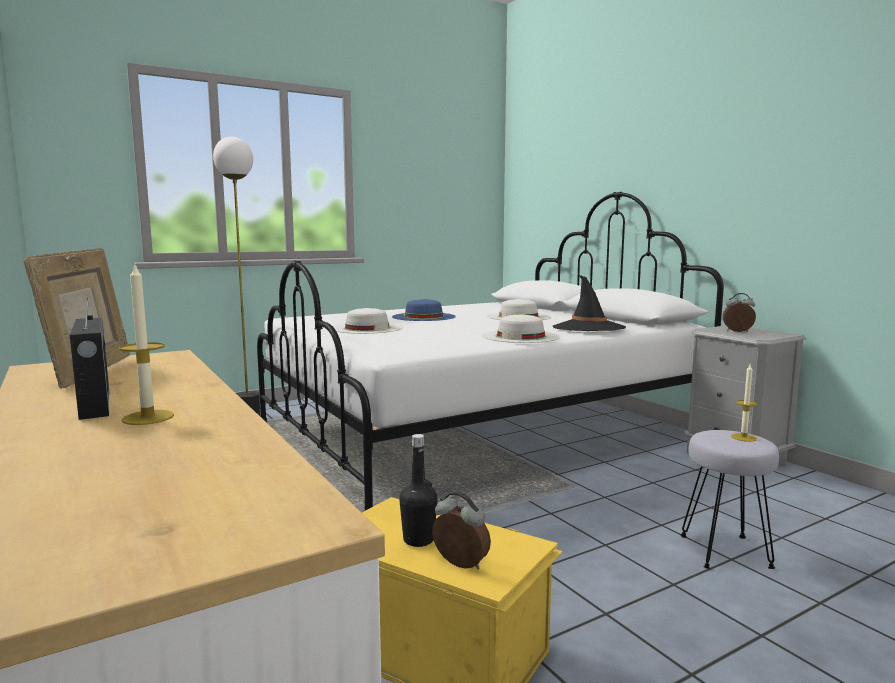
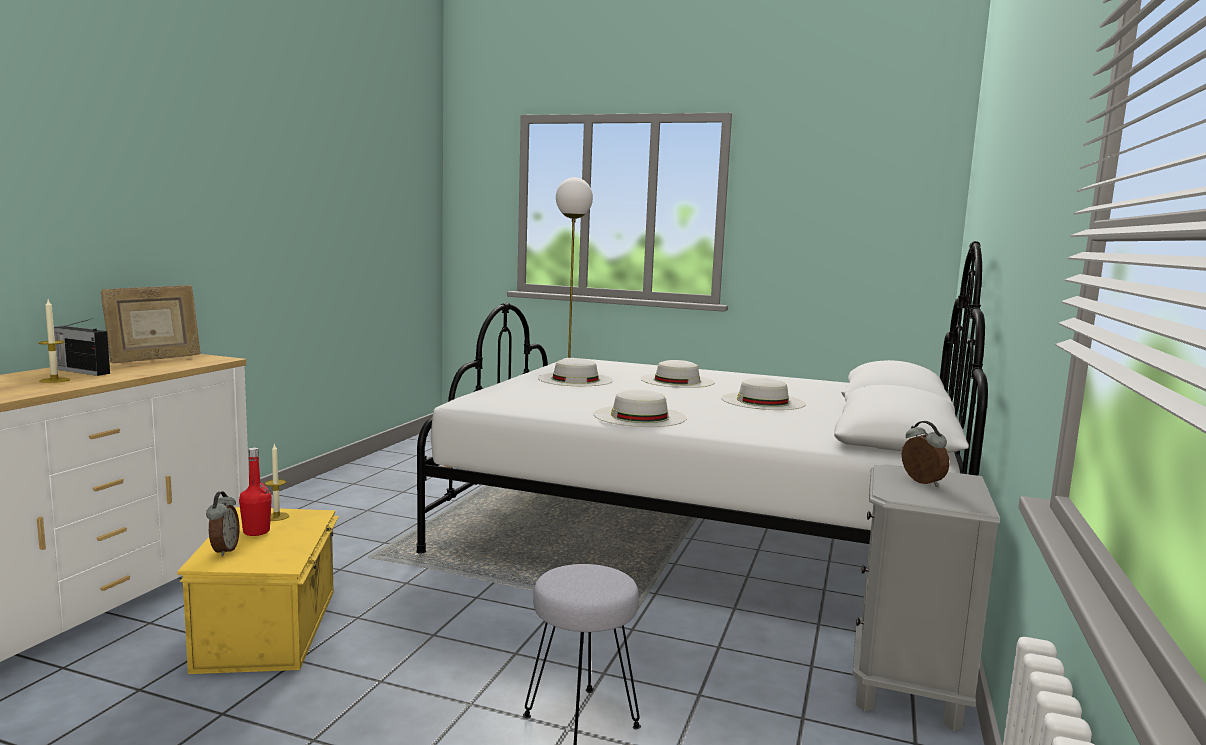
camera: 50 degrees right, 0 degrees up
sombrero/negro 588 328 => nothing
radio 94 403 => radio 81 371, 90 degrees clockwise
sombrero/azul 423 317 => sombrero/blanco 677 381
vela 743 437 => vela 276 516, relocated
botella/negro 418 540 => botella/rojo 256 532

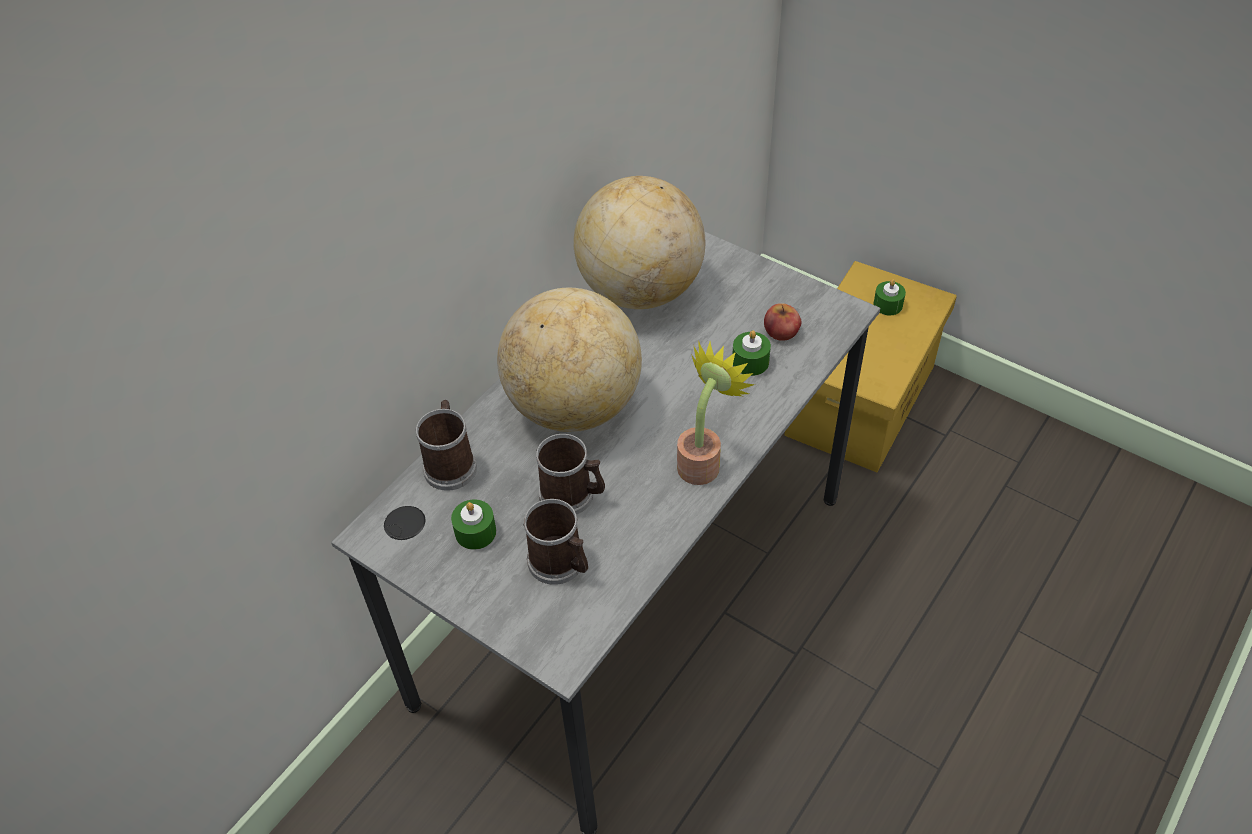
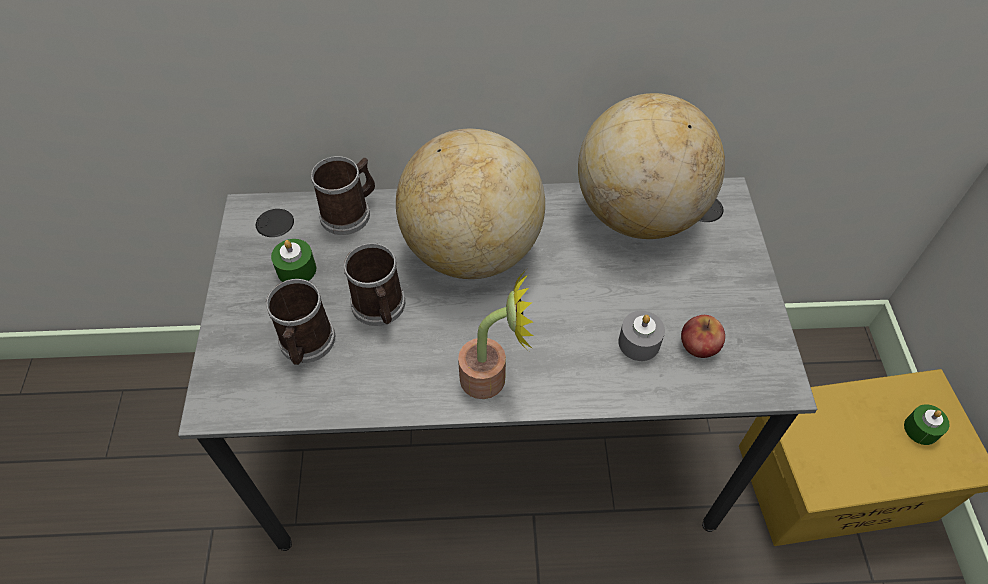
camera: 50 degrees right, 5 degrees up
vela/verde 750 362 => vela/gris 639 343

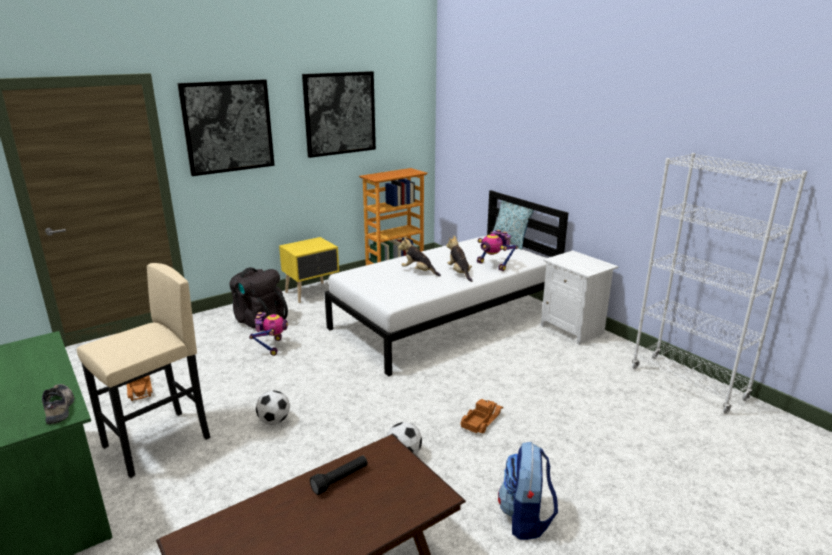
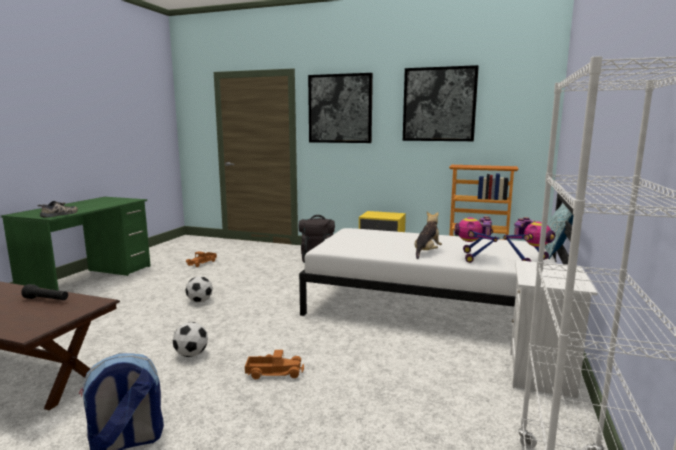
camera: 55 degrees right, 10 degrees down
peluche 418 271 => nothing
taburete/beis 158 443 => nothing
robot de juguete 271 347 => robot de juguete 529 261, relocated

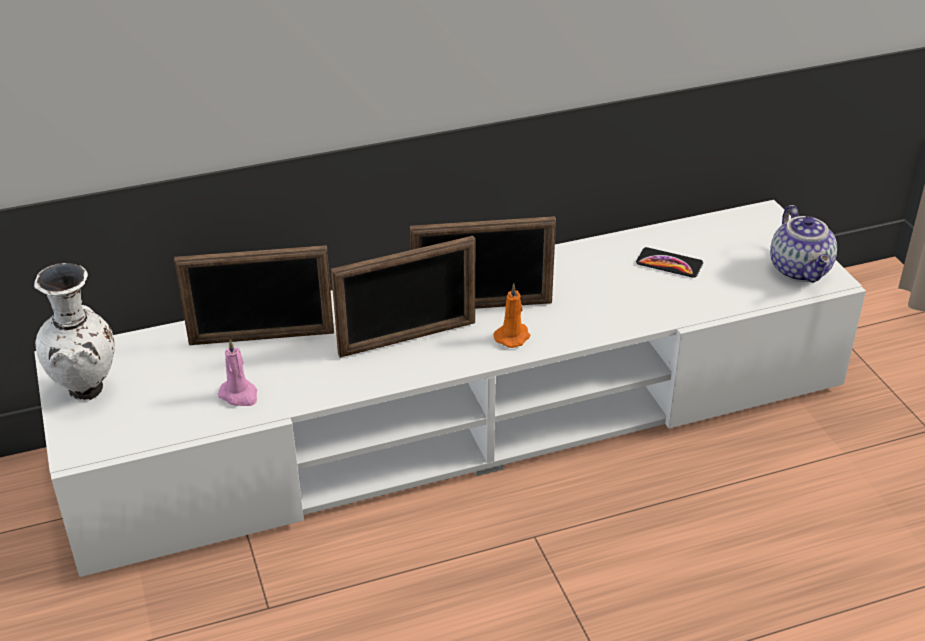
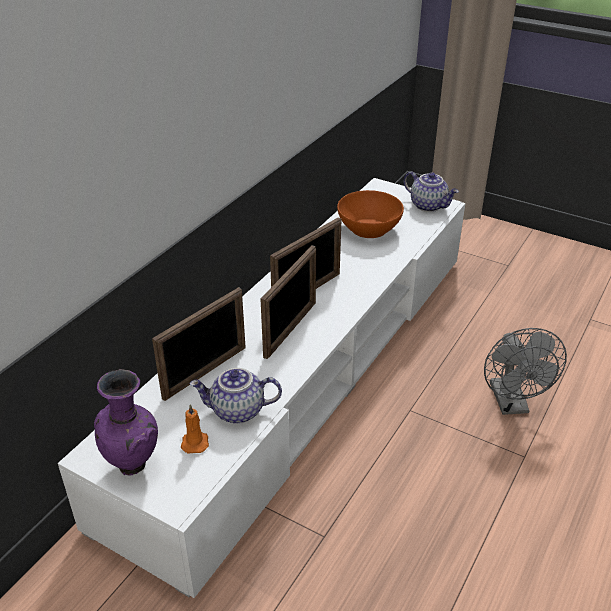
camera: 40 degrees left, 0 degrees up
móvil 669 264 => cuenco/naranja 368 228
florero/blanco 88 391 => florero/morado 134 465
vela/naranja 513 336 => vela/naranja 195 442, relocated
vela/rosa 239 395 => tetera 237 411
nothing => ventilador/gris 511 404

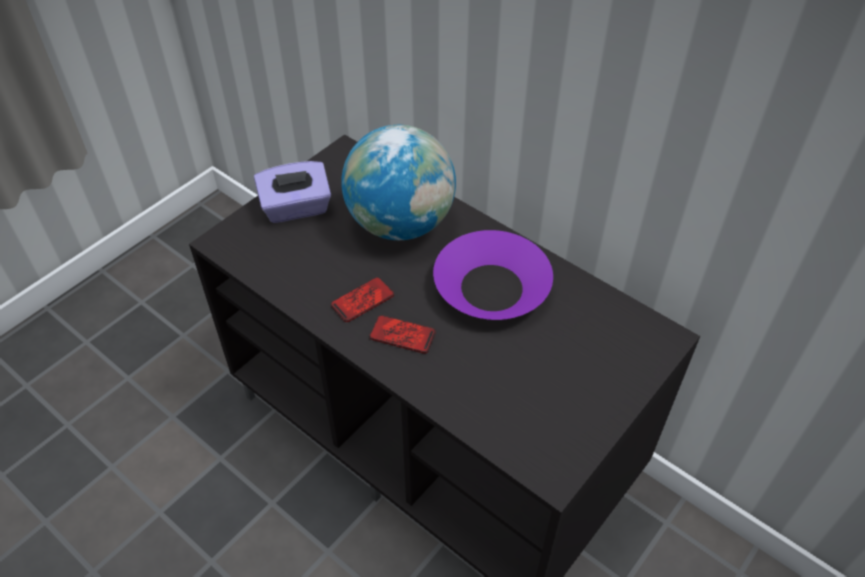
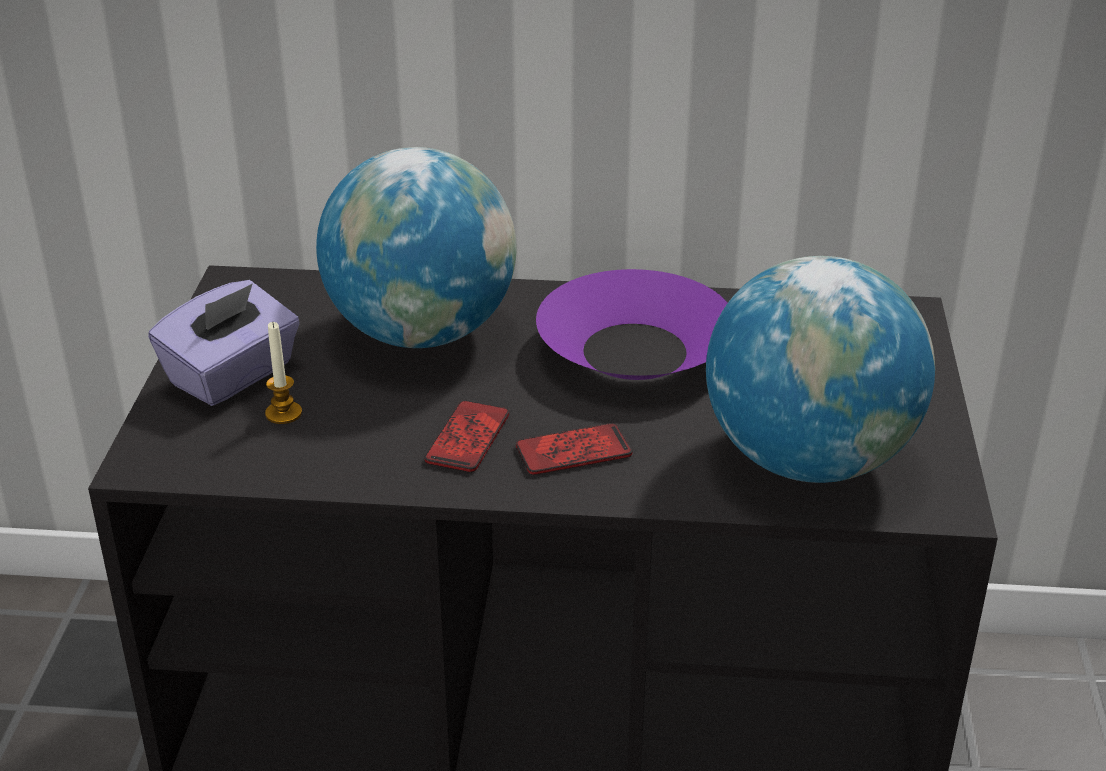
camera: 35 degrees left, 15 degrees down
nothing => globo terráqueo 808 459
nothing => vela 283 413

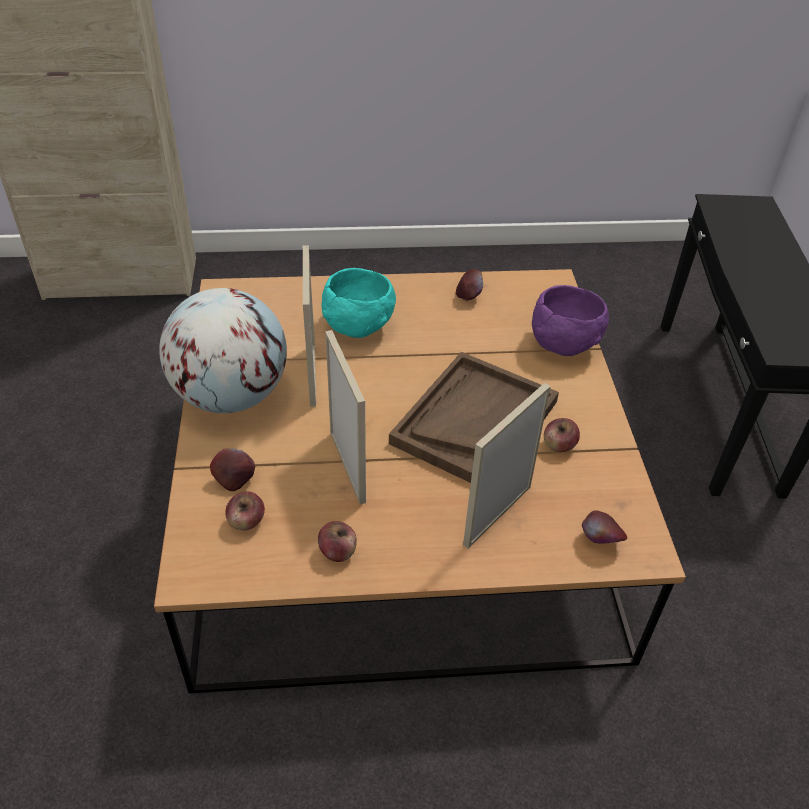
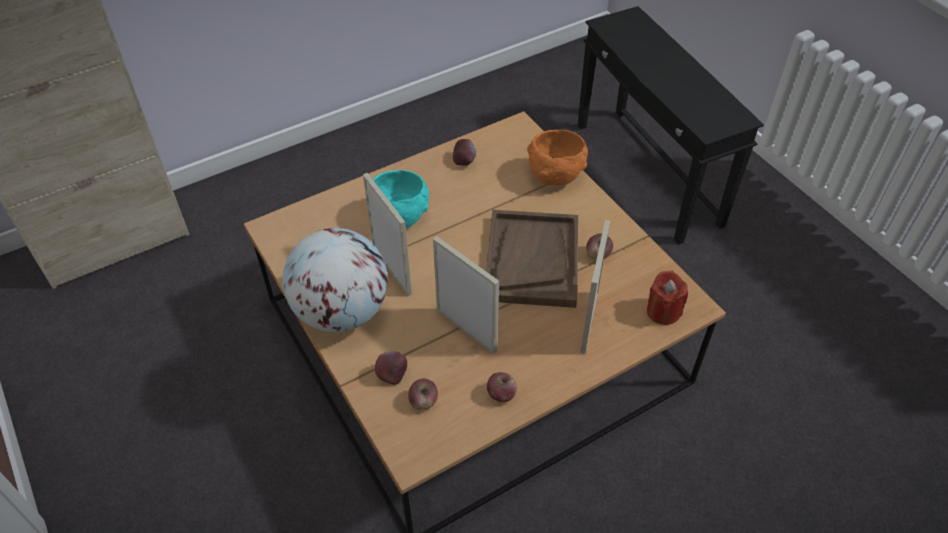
camera: 25 degrees left, 5 degrees up
cuenco/morado 564 345 => cuenco/naranja 555 176
manzana 600 541 => vela/rojo 663 311

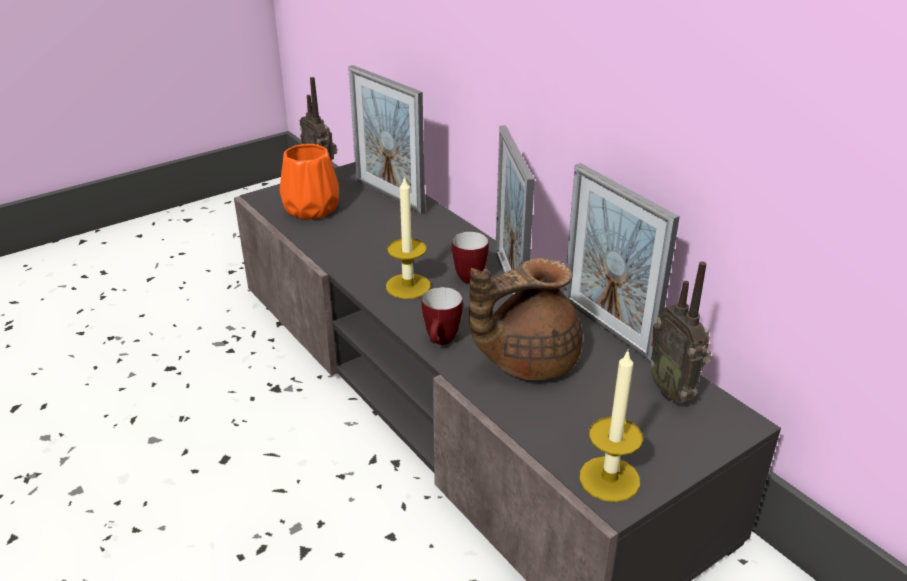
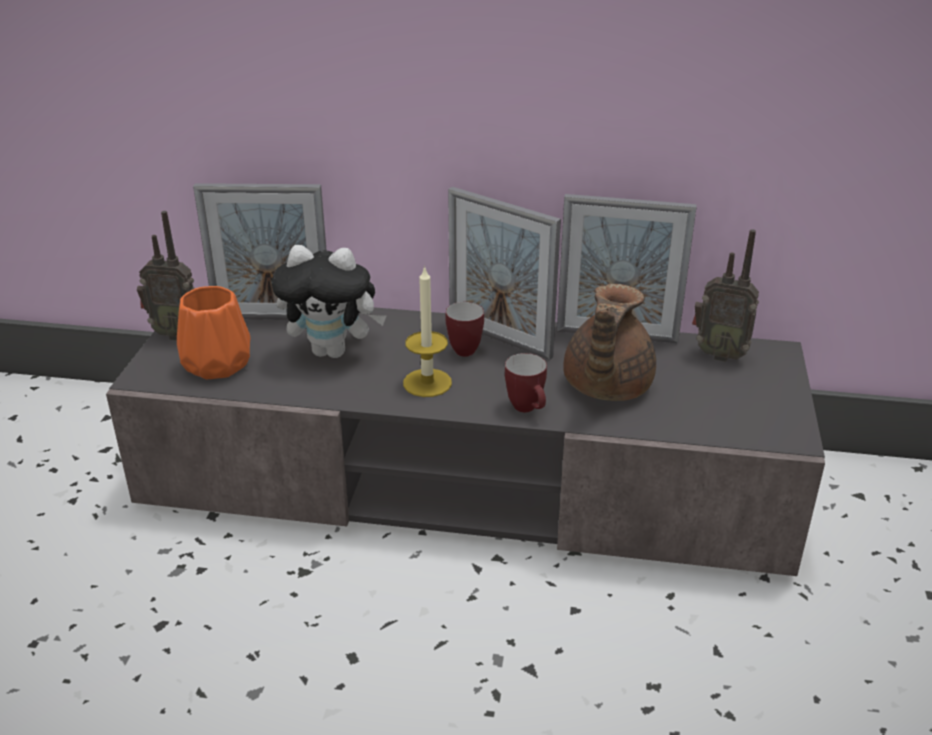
camera: 45 degrees left, 0 degrees up
vela 609 479 => nothing
nothing => peluche 333 351

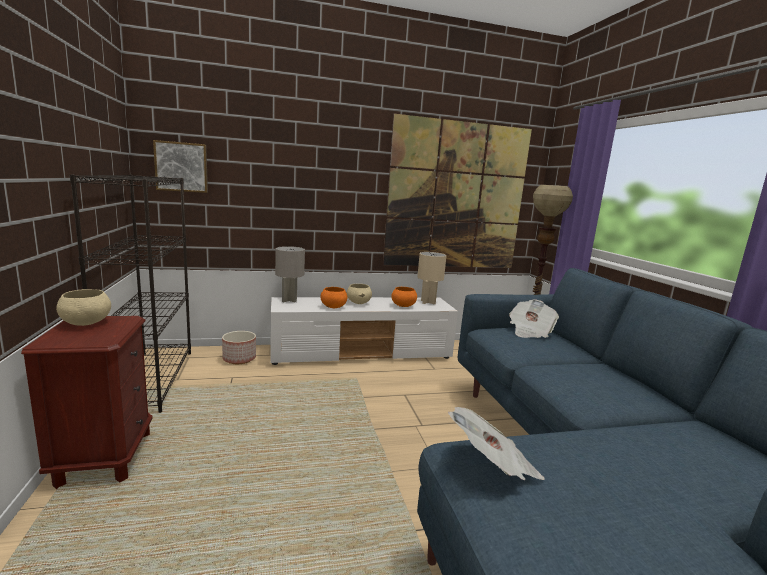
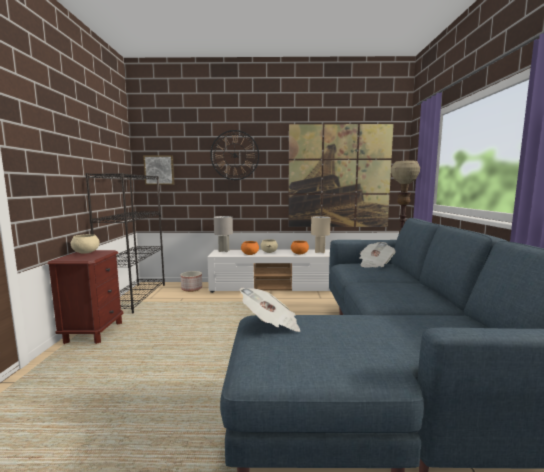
camera: 15 degrees right, 5 degrees down
nothing => reloj de pared 234 155

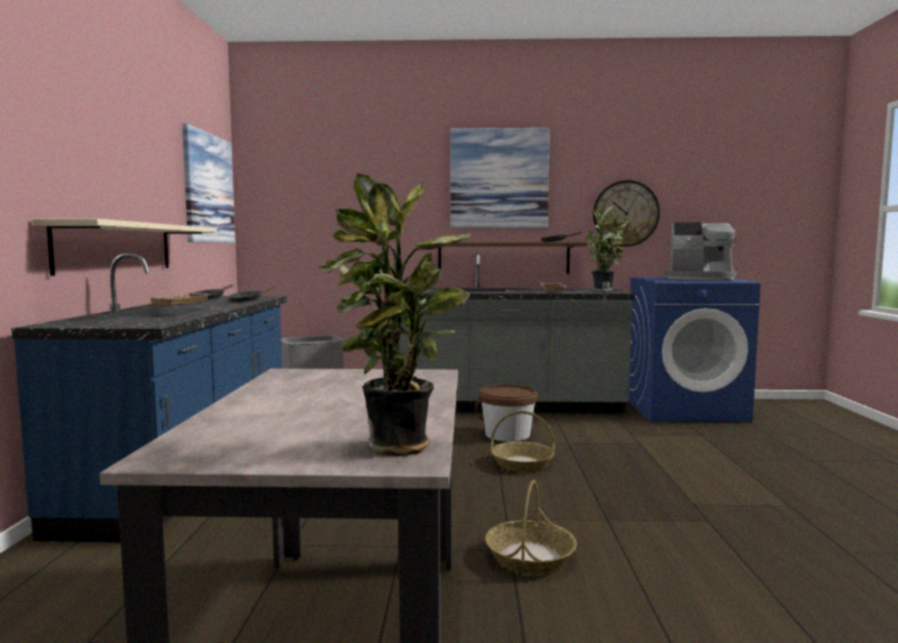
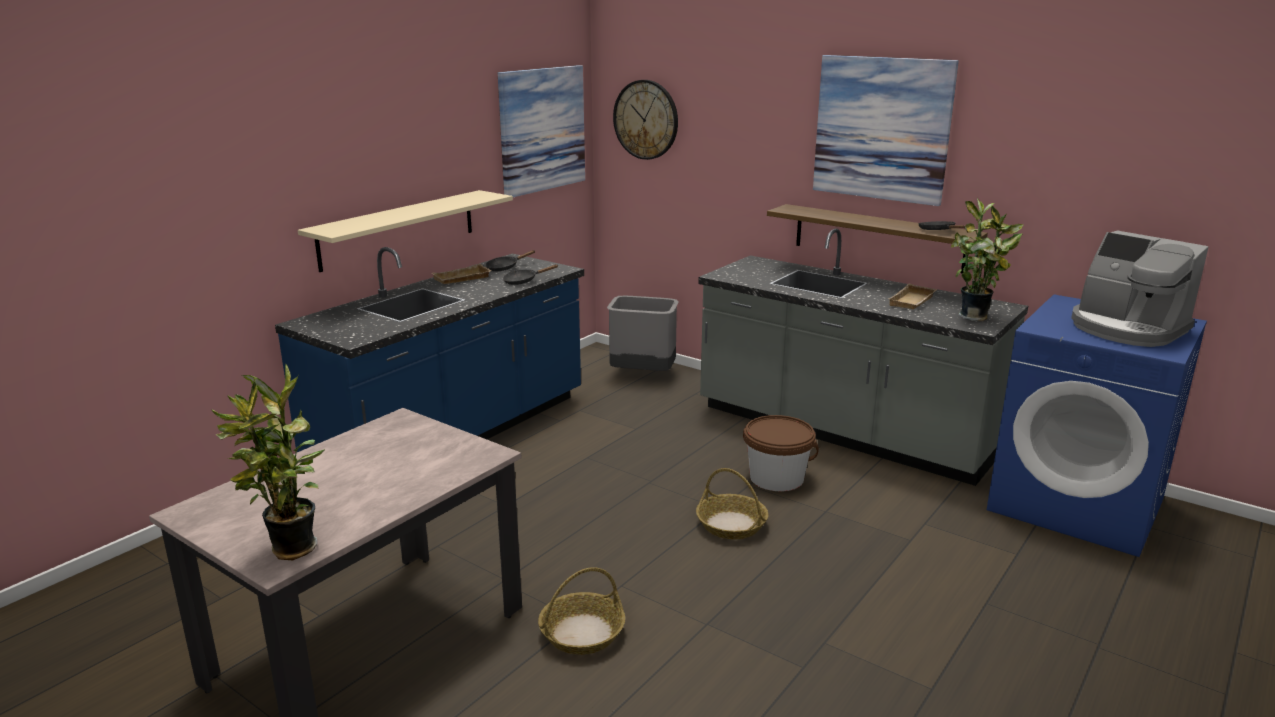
camera: 35 degrees right, 15 degrees up
reloj de pared 625 213 => reloj de pared 646 119, relocated

